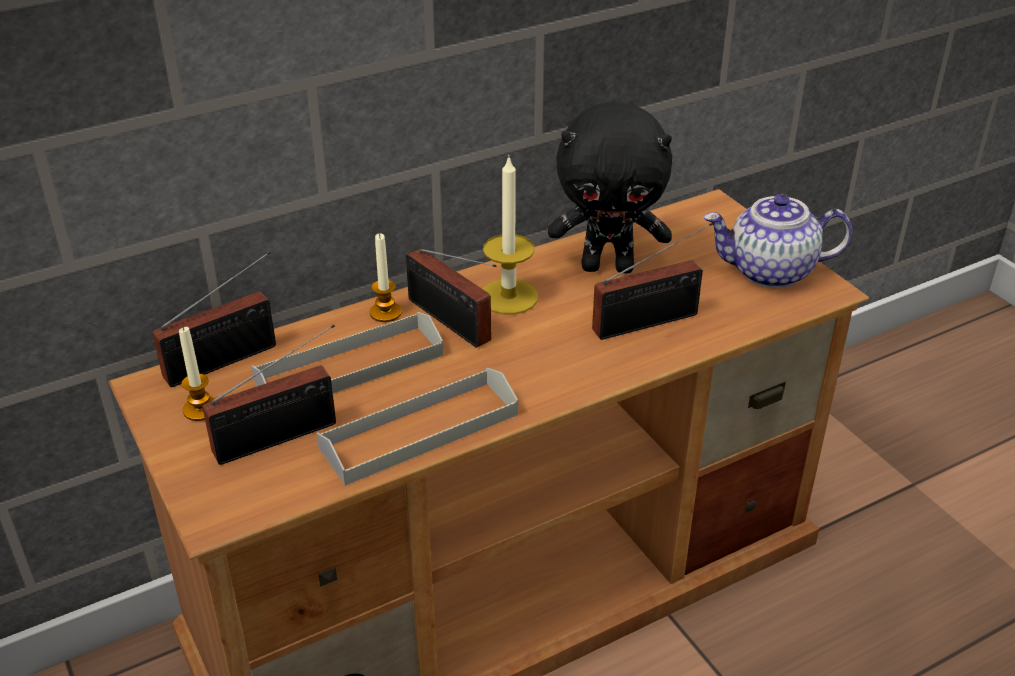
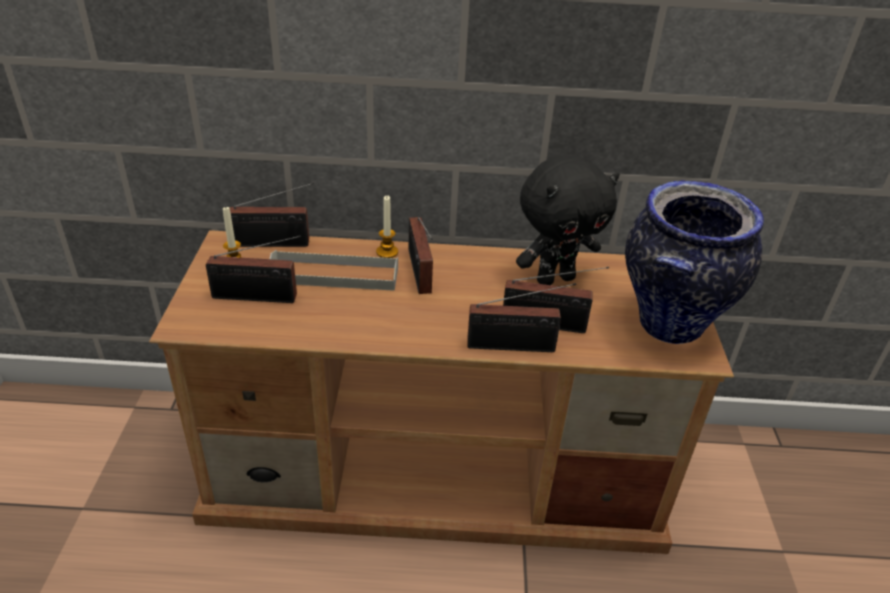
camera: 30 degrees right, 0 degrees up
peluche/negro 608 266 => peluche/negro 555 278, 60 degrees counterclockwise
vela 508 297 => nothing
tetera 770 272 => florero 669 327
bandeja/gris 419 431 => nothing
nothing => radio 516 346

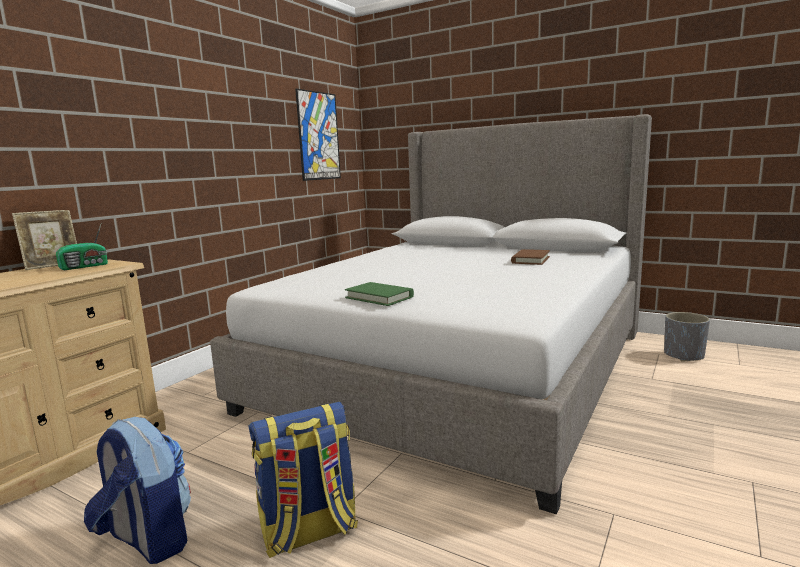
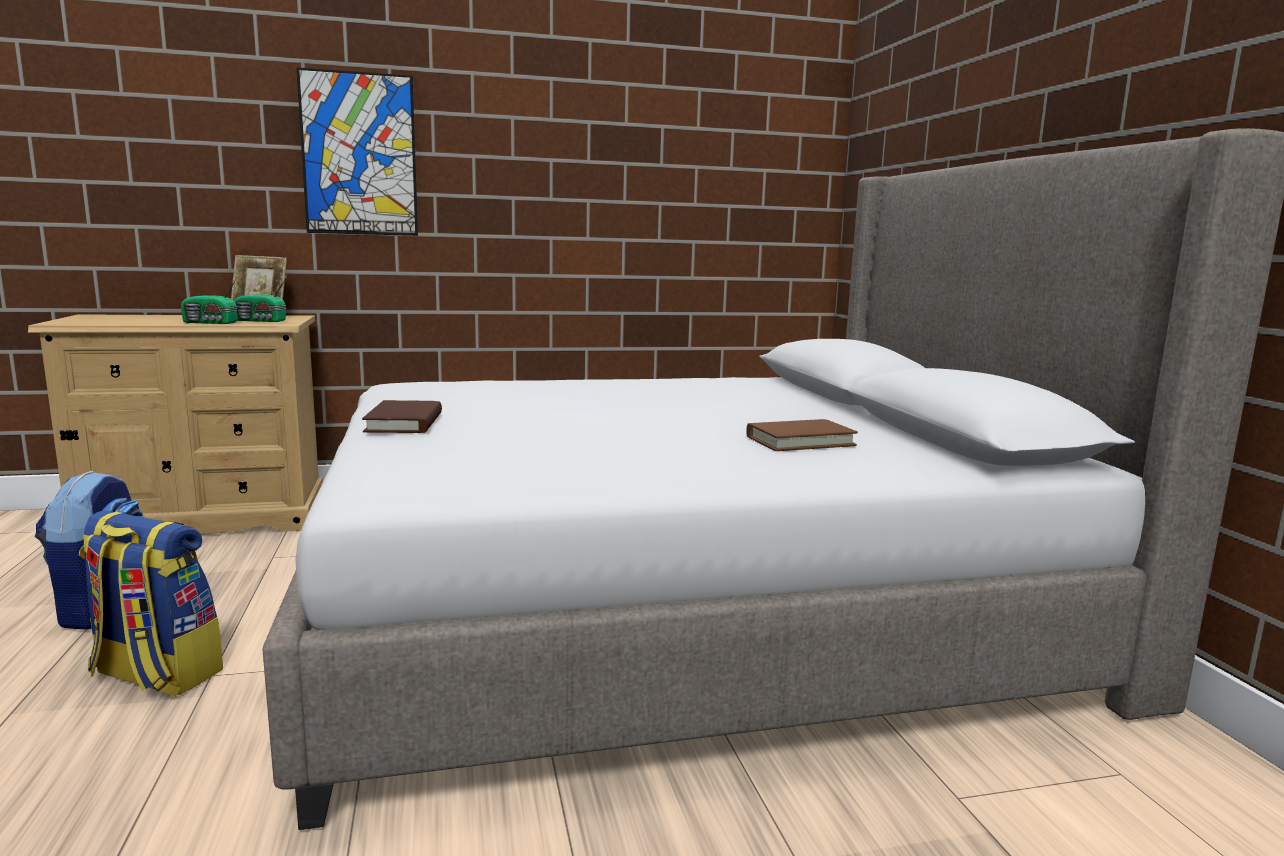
camera: 45 degrees right, 0 degrees up
cuadro 318 136 => cuadro 359 154, relocated
libro/verde 379 297 => libro/marrón 404 423
maceta/gris 684 355 => nothing
nothing => radio 211 322

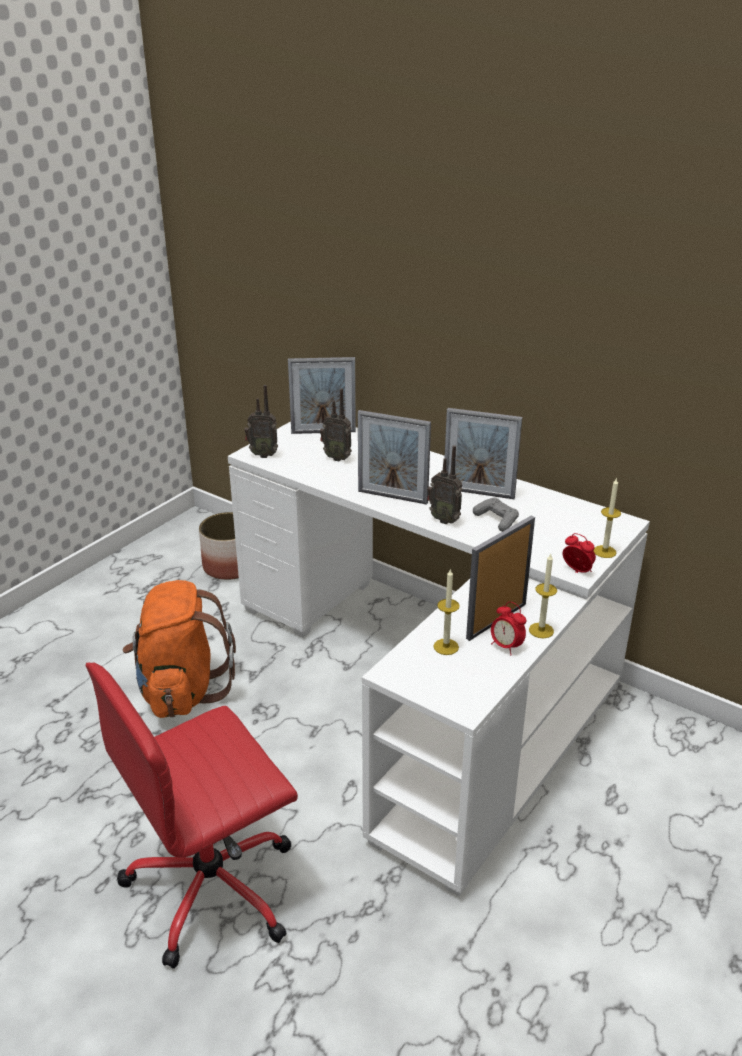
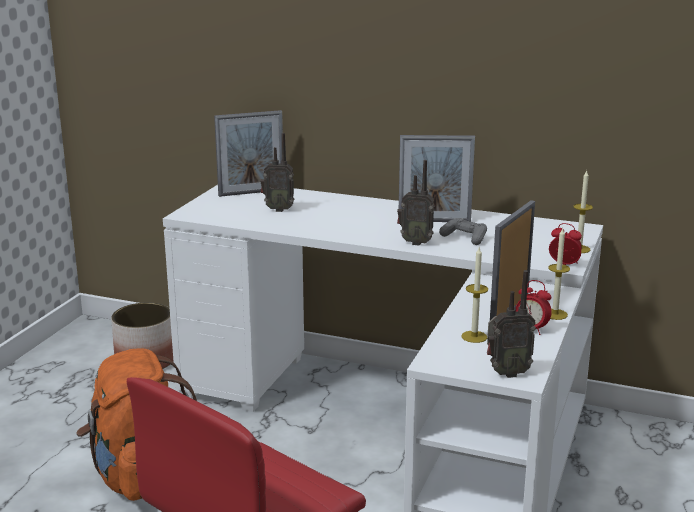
camera: 15 degrees left, 10 degrees down
radio 263 455 => radio 506 373, relocated
portarretratos 392 497 => nothing

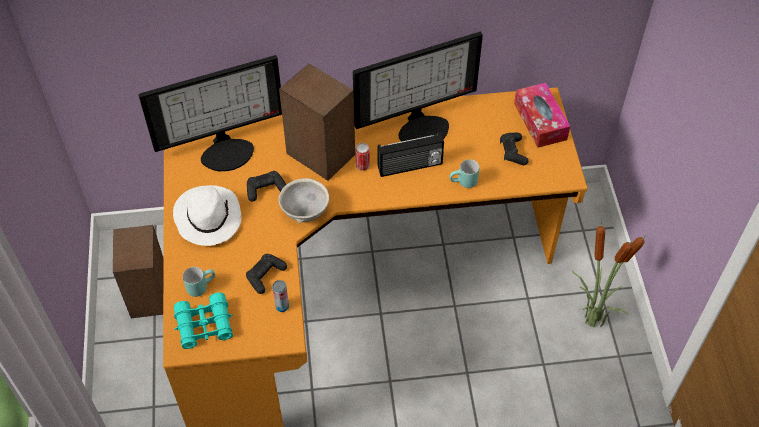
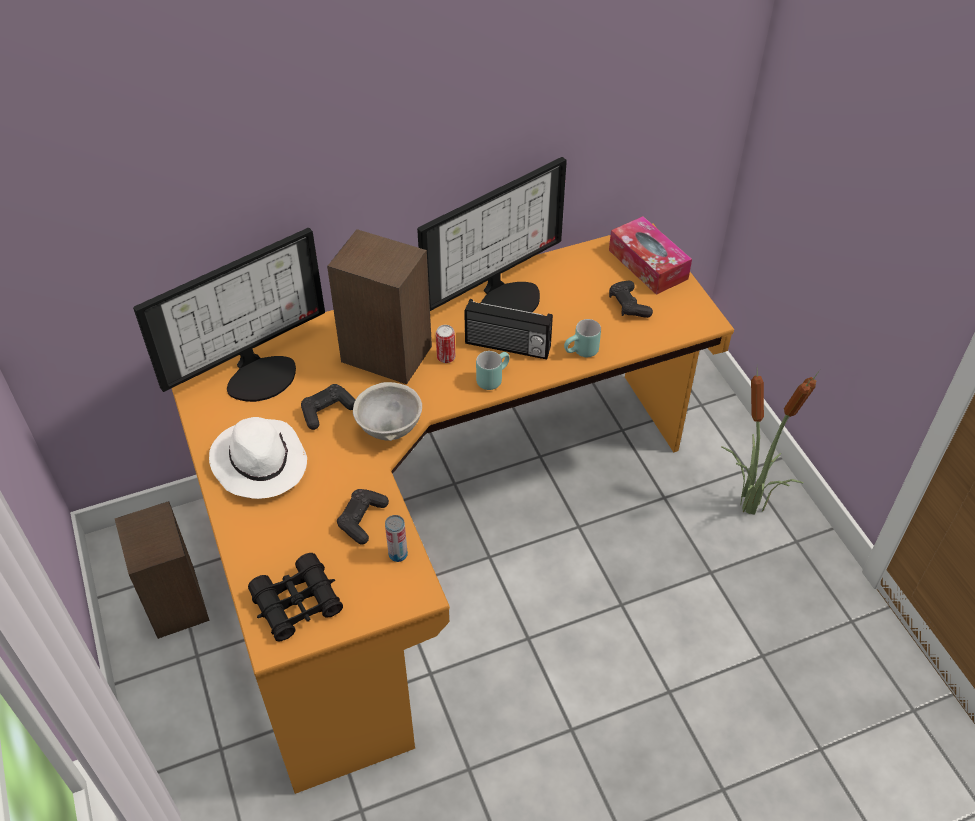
camera: 15 degrees left, 5 degrees down
radio 410 167 => radio 507 347, 45 degrees clockwise
taza grande/turquesa 200 285 => taza grande/turquesa 492 377, relocated
prismáticos/turquesa 204 325 => prismáticos/negro 297 603

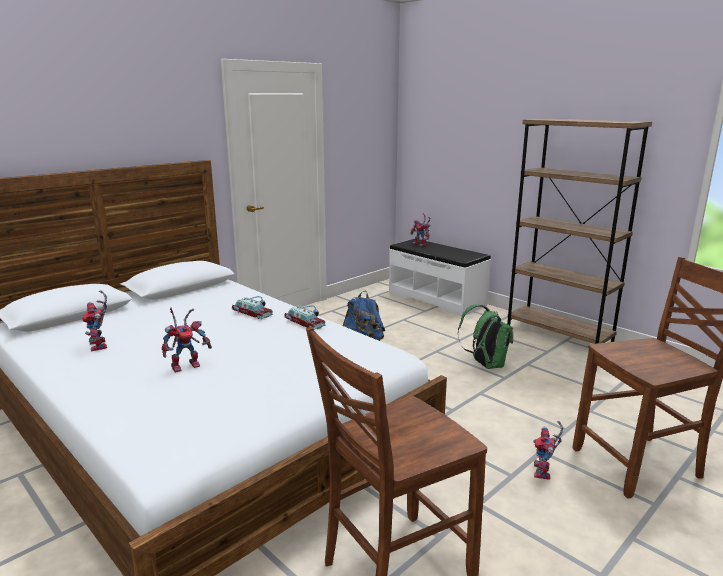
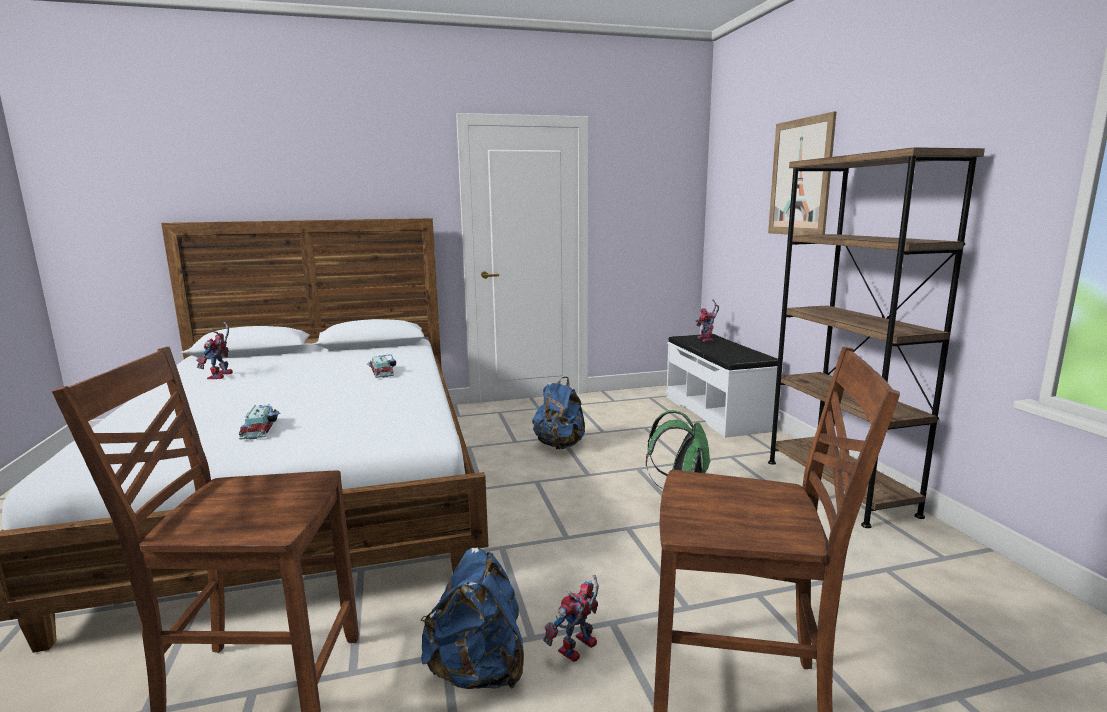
camera: 30 degrees right, 5 degrees down
coche de juguete 305 322 => coche de juguete 261 428, relocated
robot de juguete 187 365 => nothing
nothing => cuadro 800 177
nothing => mochila/azul 478 671

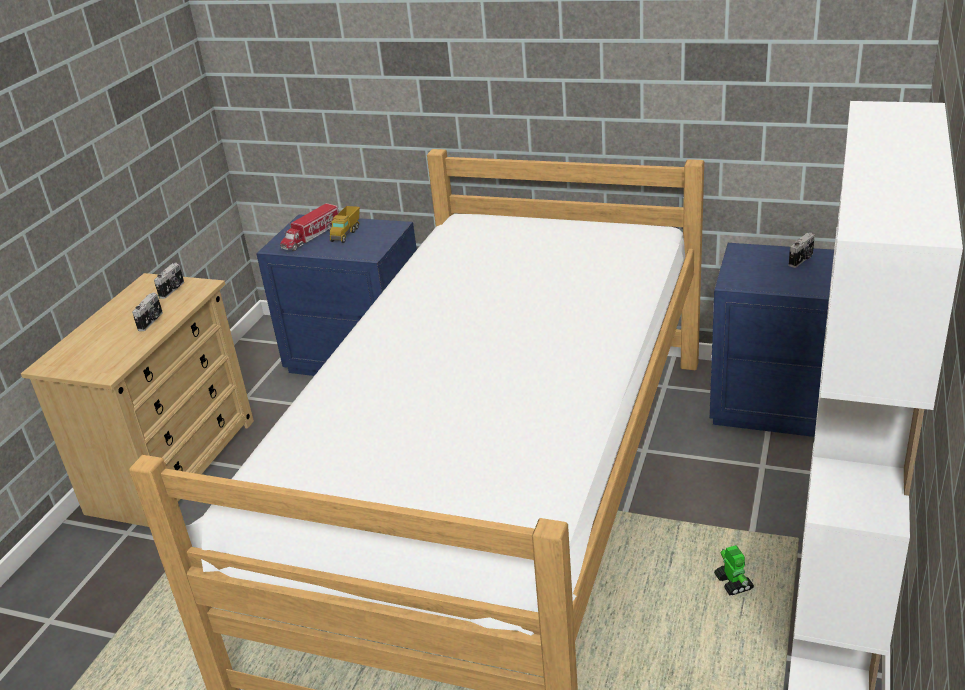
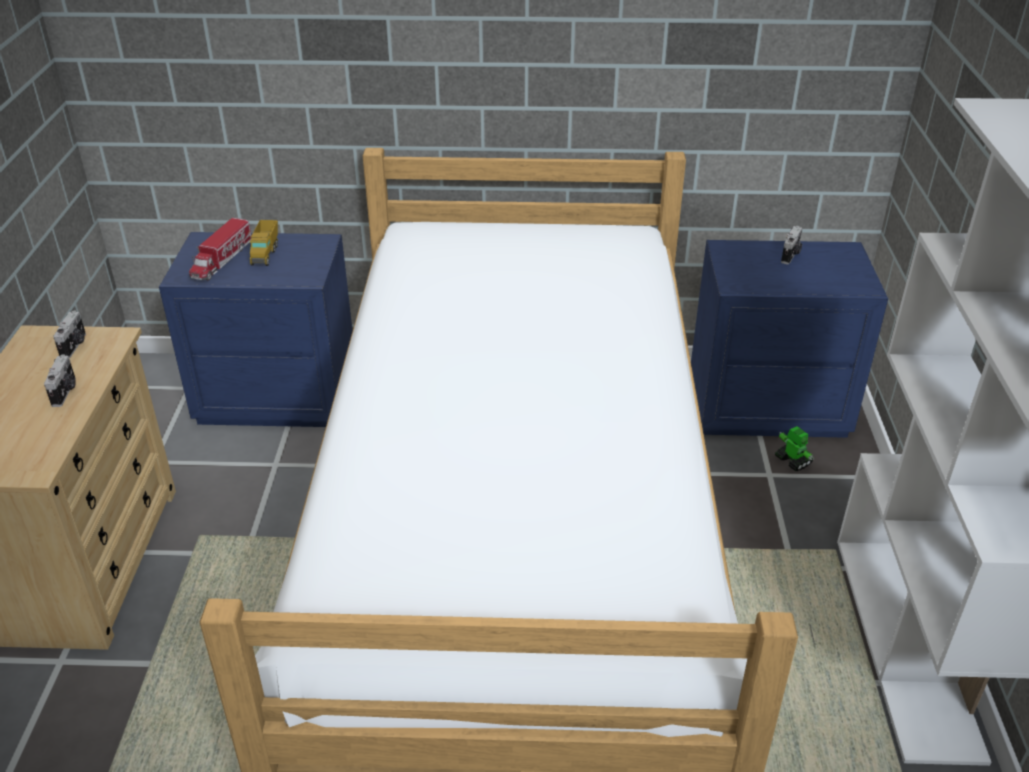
camera: 20 degrees left, 5 degrees up
robot de juguete 733 583 => robot de juguete 792 460, relocated

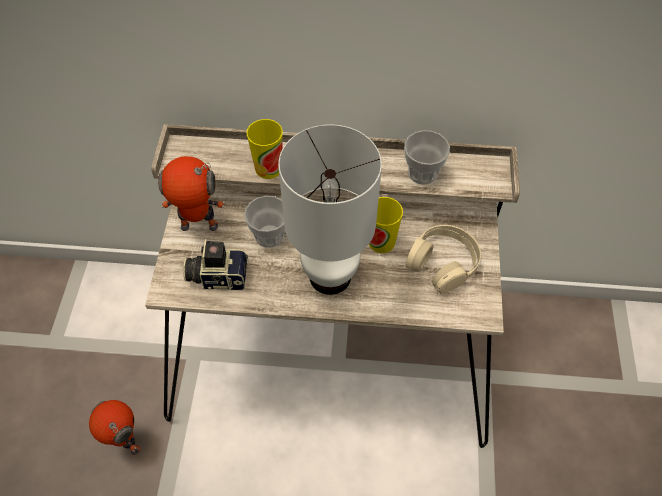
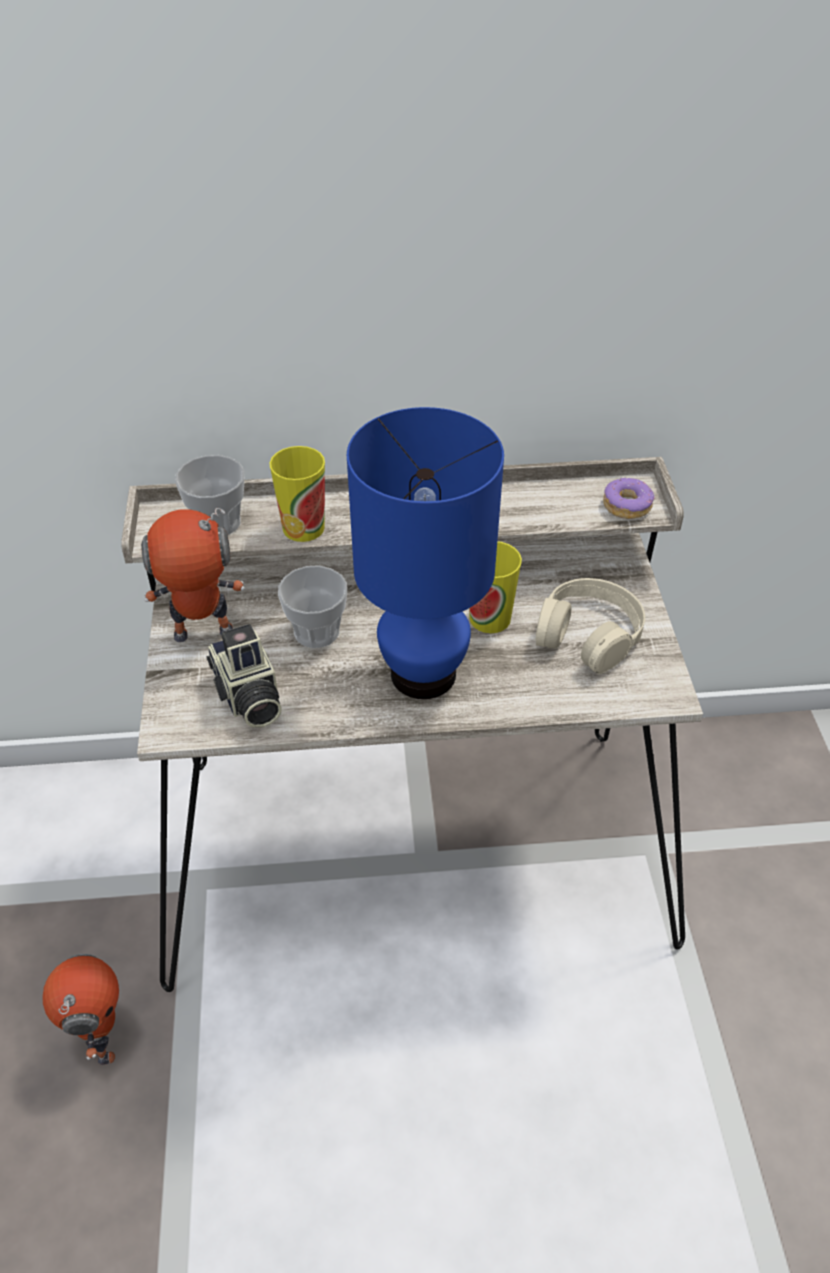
camera: 10 degrees left, 10 degrees down
lámpara de mesa/blanco 329 276 => lámpara de mesa/azul 421 674
taza 422 173 => taza 217 522, relocated
cámara 218 276 => cámara 247 697, 105 degrees counterclockwise
robot de juguete 126 443 => robot de juguete 103 1038, 45 degrees clockwise
nothing => rosquilla 627 505

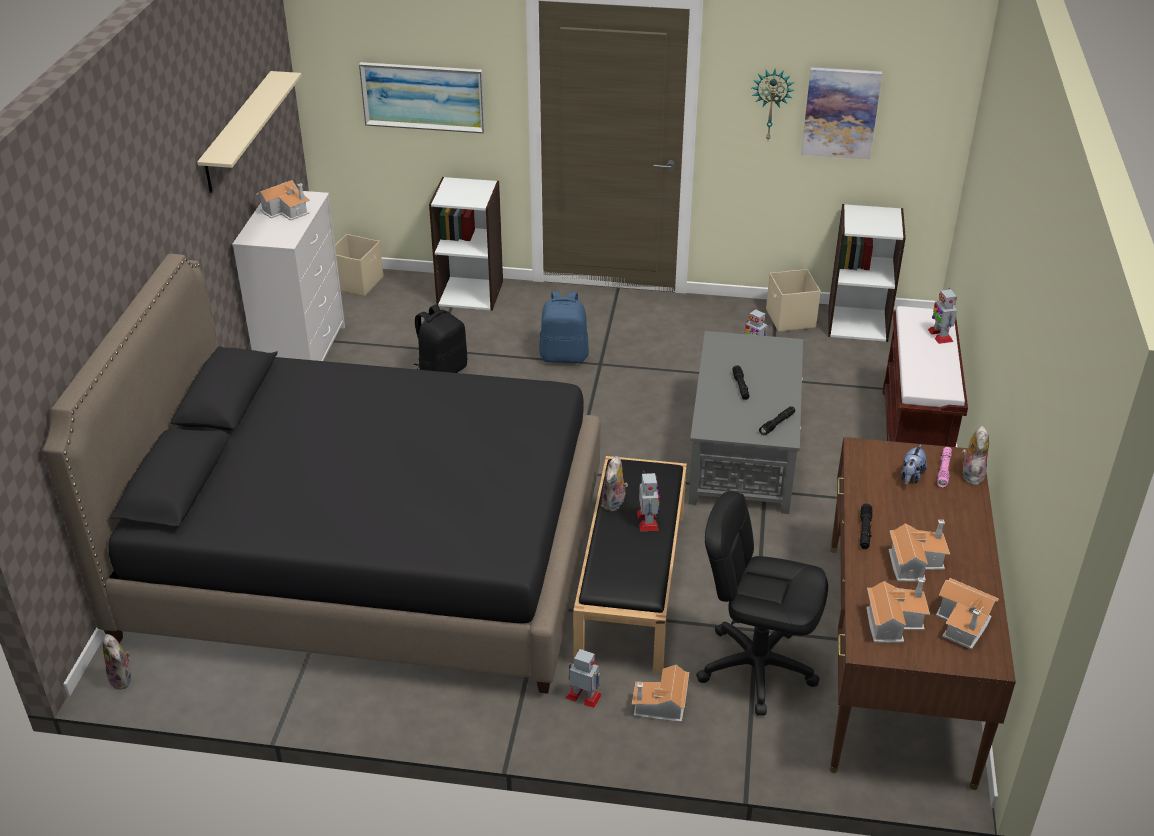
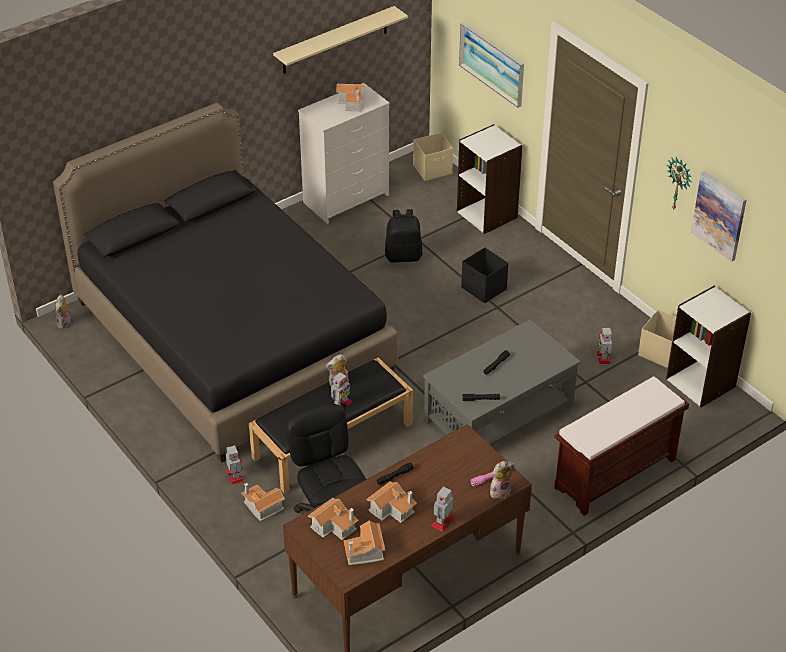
camera: 45 degrees right, 5 degrees up
robot de juguete 940 335 => robot de juguete 443 521, relocated
mochila/azul 564 356 => caja de almacenaje/negro 484 289
peluche 911 477 => nothing

